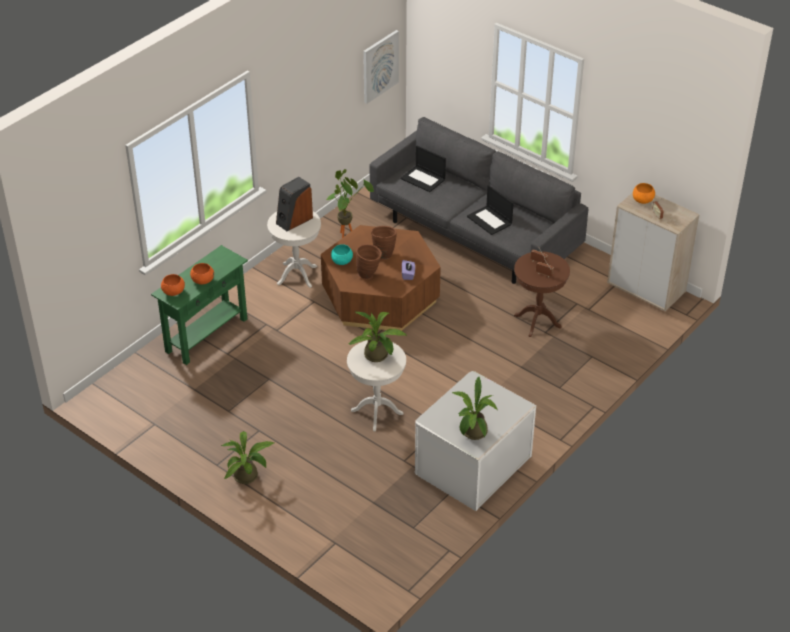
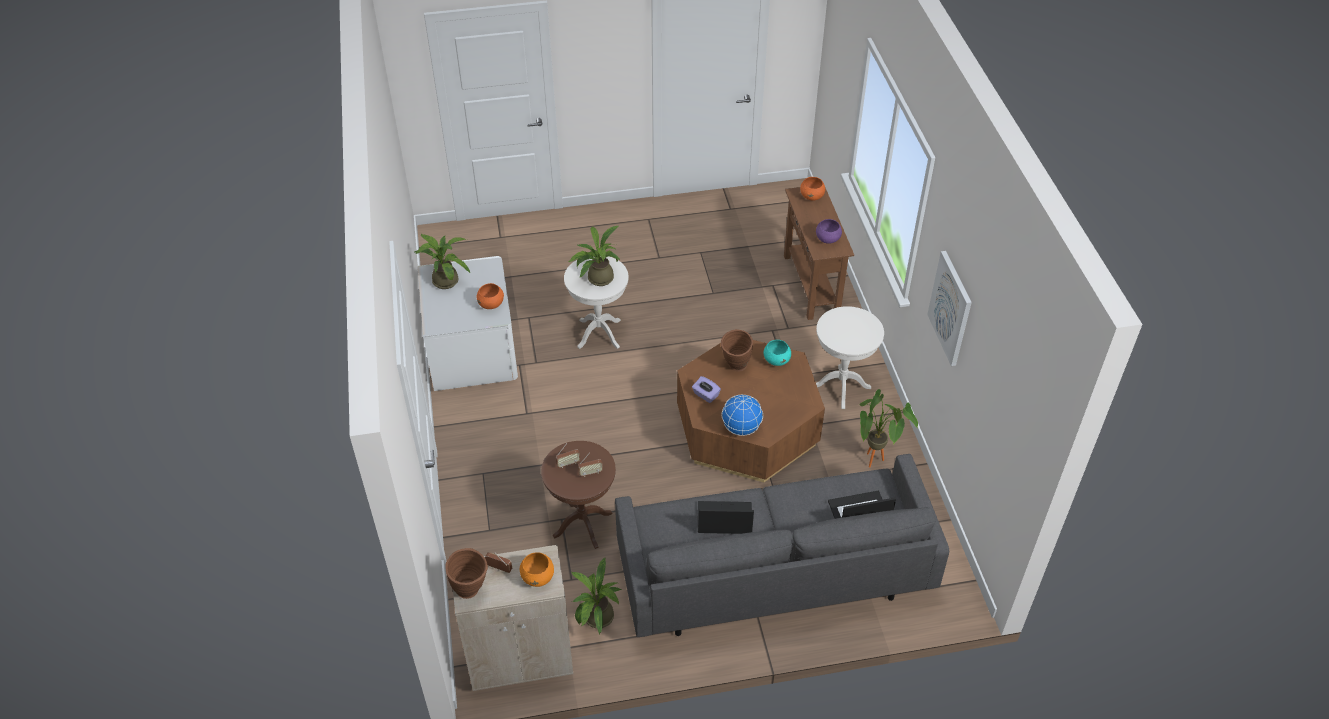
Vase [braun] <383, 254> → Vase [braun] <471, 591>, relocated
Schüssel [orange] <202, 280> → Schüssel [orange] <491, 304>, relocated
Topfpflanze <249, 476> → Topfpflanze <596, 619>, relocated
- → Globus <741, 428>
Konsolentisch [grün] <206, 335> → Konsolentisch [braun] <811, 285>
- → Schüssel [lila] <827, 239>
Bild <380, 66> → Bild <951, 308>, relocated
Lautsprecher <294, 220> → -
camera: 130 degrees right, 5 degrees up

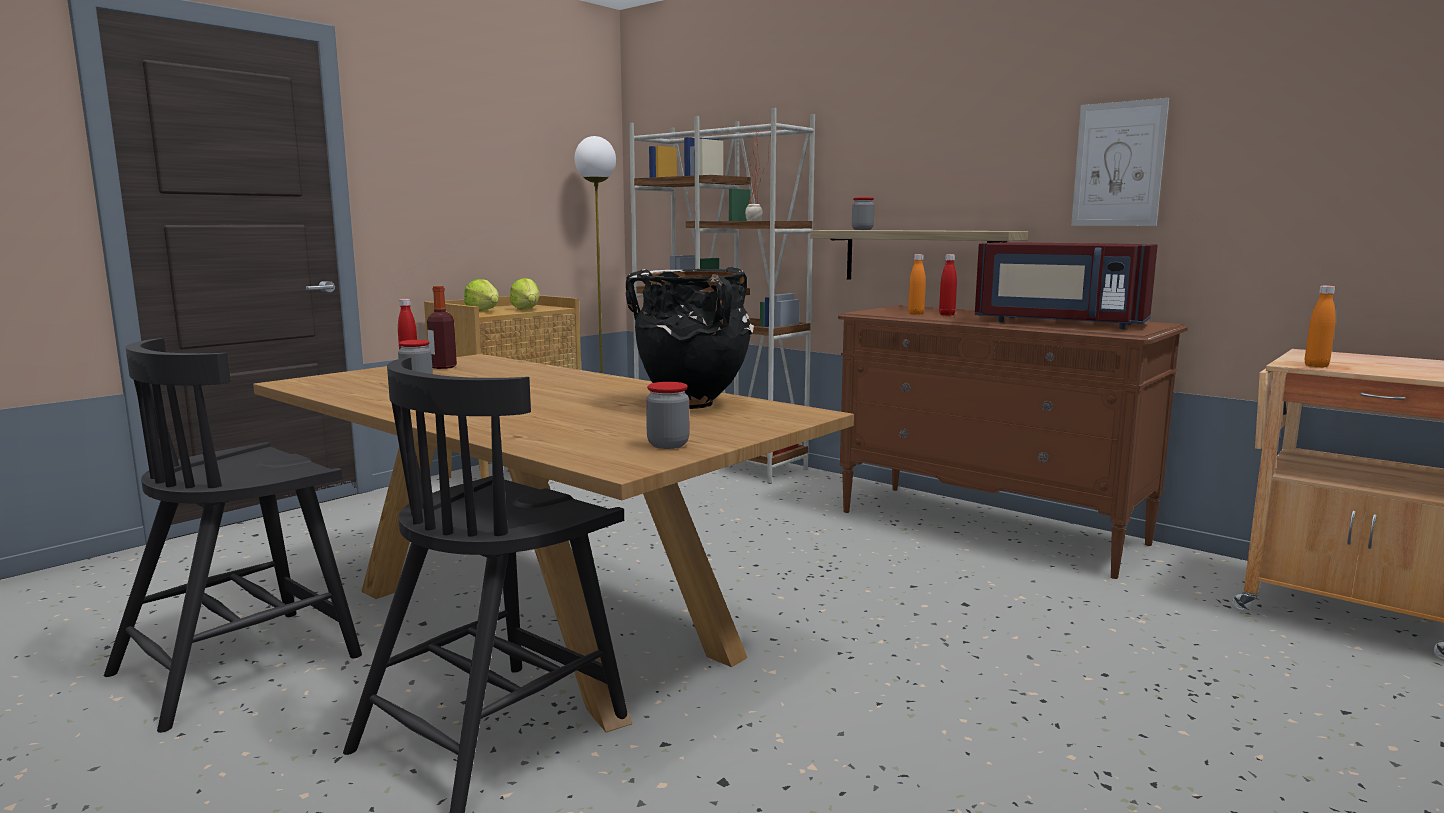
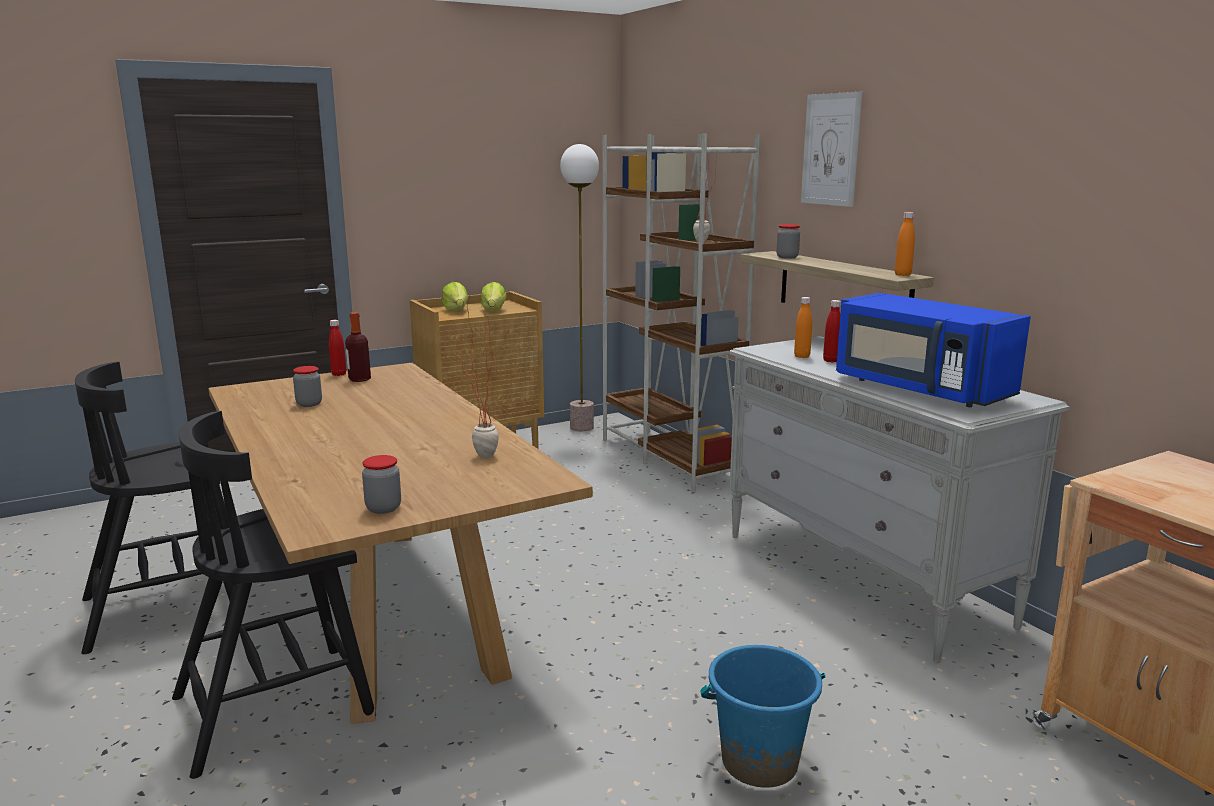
Vase [schwarz] <694, 405> → Topfpflanze <477, 456>
- → Eimer [blau] <759, 762>
Kommode [braun] <990, 528> → Kommode [weiß] <861, 579>
Bild <1118, 164> → Bild <830, 149>, relocated
Mikrowelle [rot] <1059, 323> → Mikrowelle [blau] <918, 389>
Flasche [orange] <1316, 366> → Flasche [orange] <902, 275>, relocated
camera: 20 degrees right, 5 degrees up

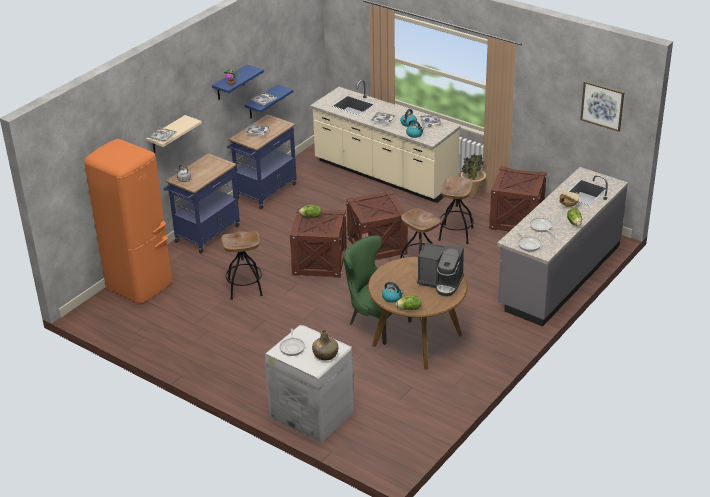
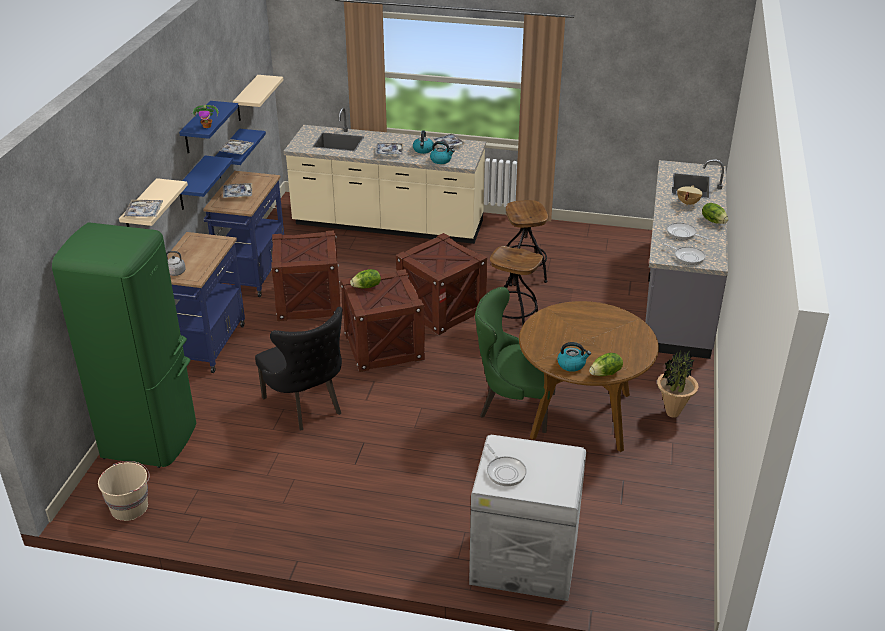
Kühlschrank [orange] <141, 285> → Kühlschrank [grün] <153, 439>
- → Eimer [beige] <130, 507>
- → Wandregal [blau] <191, 184>
- → Wandregal [beige] <246, 99>
Hocker [braun] <244, 288> → Stuhl [schwarz] <306, 405>
Kiste <516, 220> → Kiste <308, 301>, relocated
Topfpflanze <472, 195> → Topfpflanze <672, 413>, relocated
Flasche [grün] <325, 355> → -
Kaffeemaschine <441, 282> → -
Bild <602, 105> → -
camera: 25 degrees left, 0 degrees up

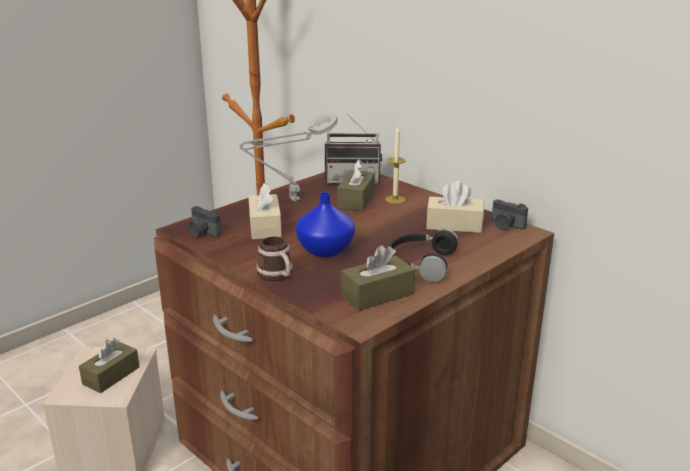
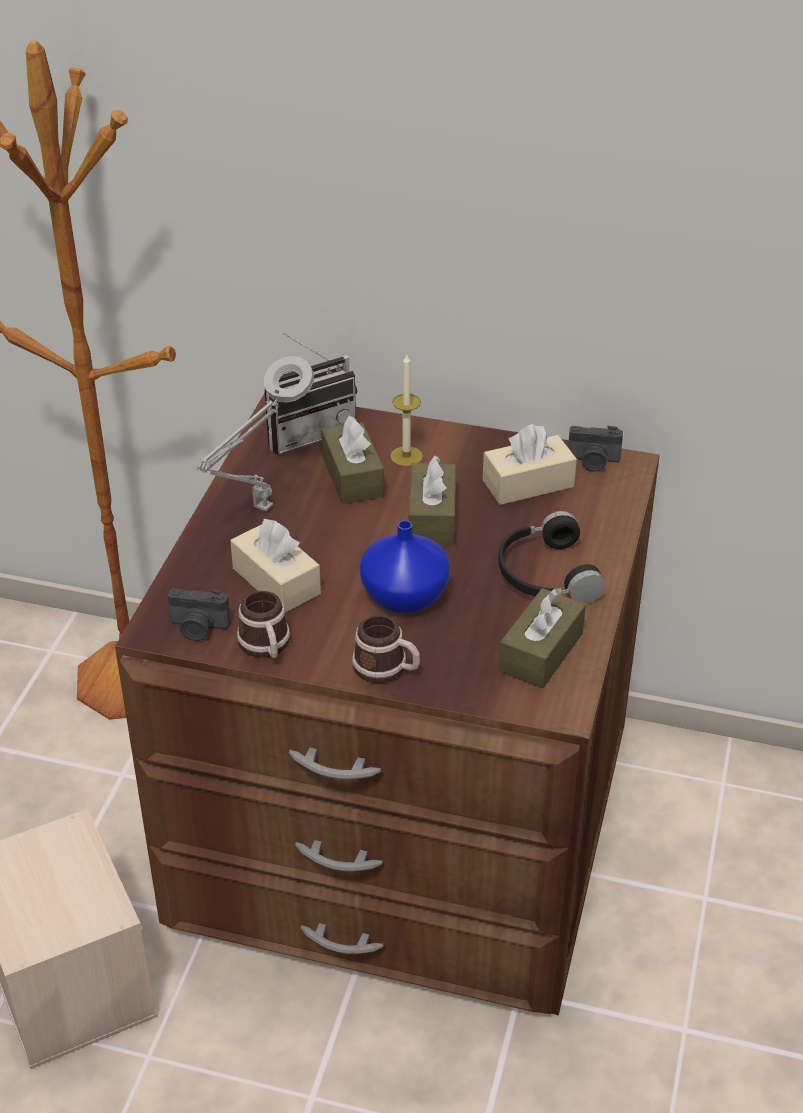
- → Henkelbecher <266, 647>
Taschentuchbox [braun] <111, 375> → Taschentuchbox [braun] <432, 517>, relocated
camera: 30 degrees left, 15 degrees up

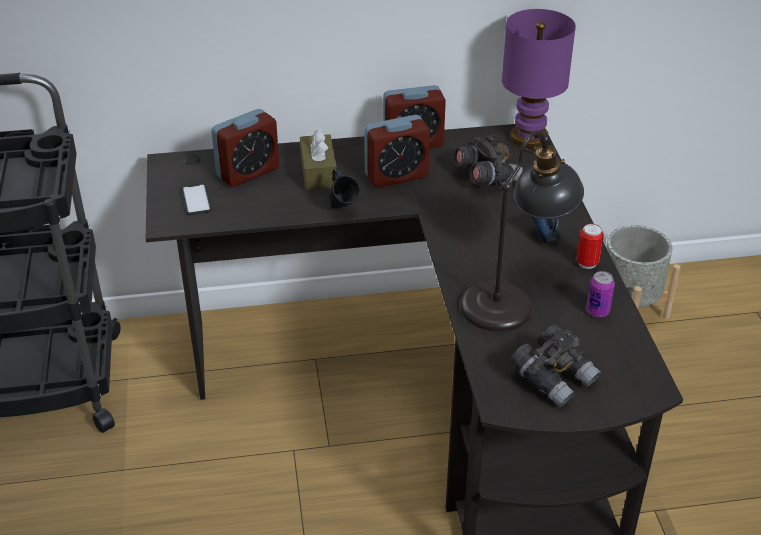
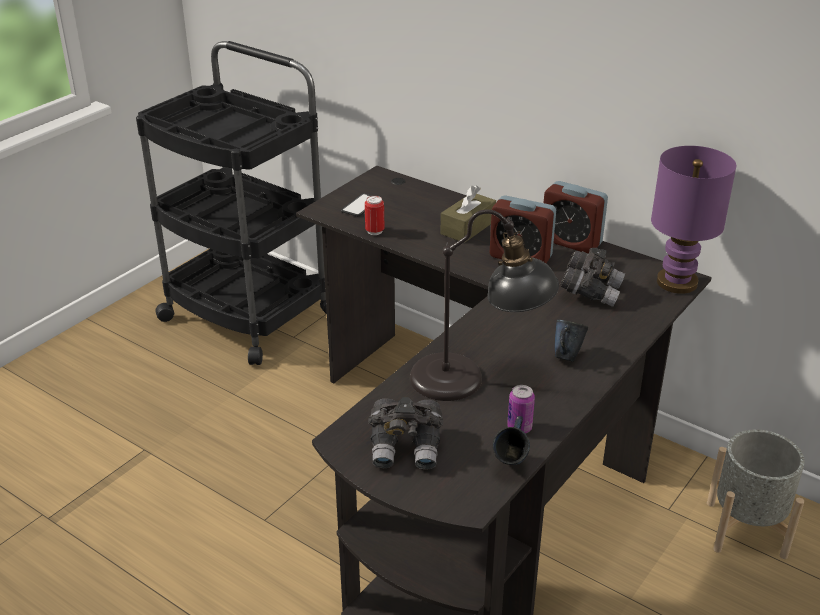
Dose <587, 263> → Dose <374, 231>, relocated
Henkelbecher [blau] <342, 209> → Henkelbecher [blau] <511, 466>, relocated
Wecker <248, 172> → -
camera: 45 degrees right, 5 degrees down

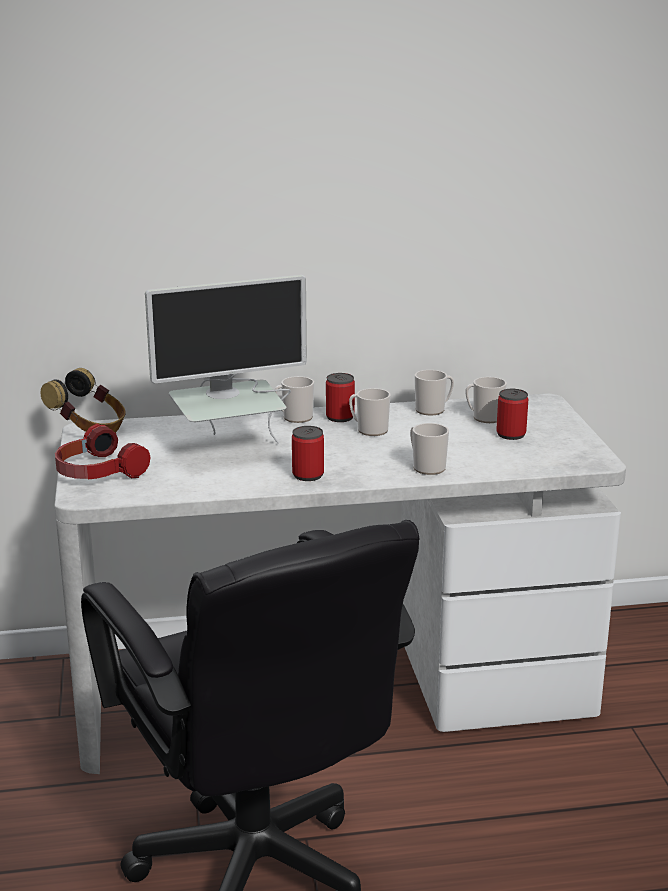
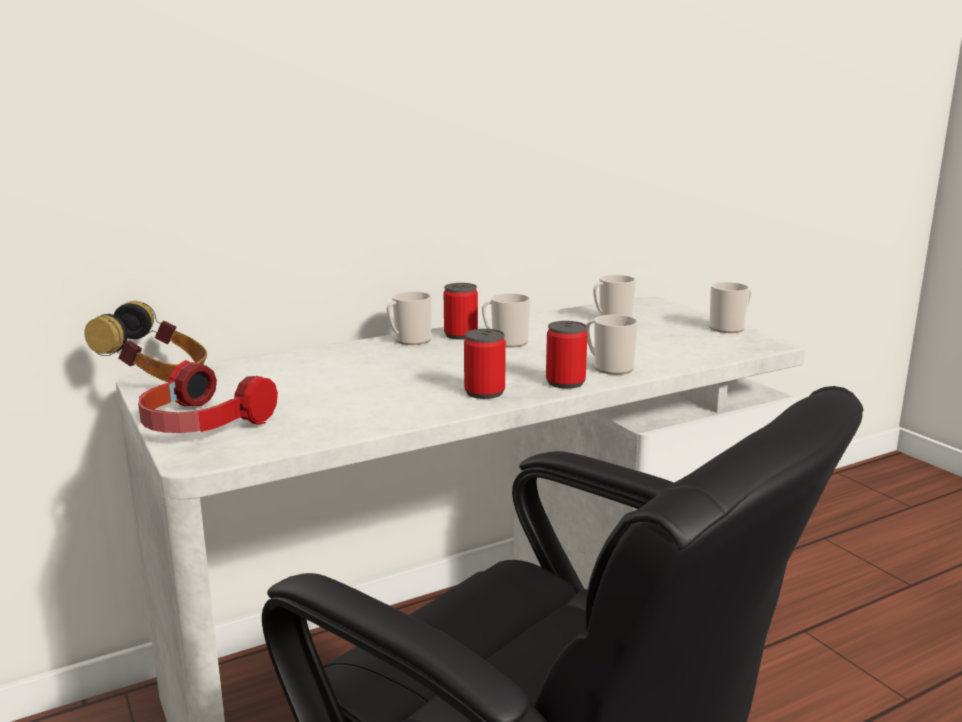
Dose <511, 434> → Dose <565, 382>, relocated
Henkelbecher <433, 410> → Henkelbecher <729, 328>, relocated
Monitor <230, 450> → -
camera: 20 degrees left, 5 degrees down

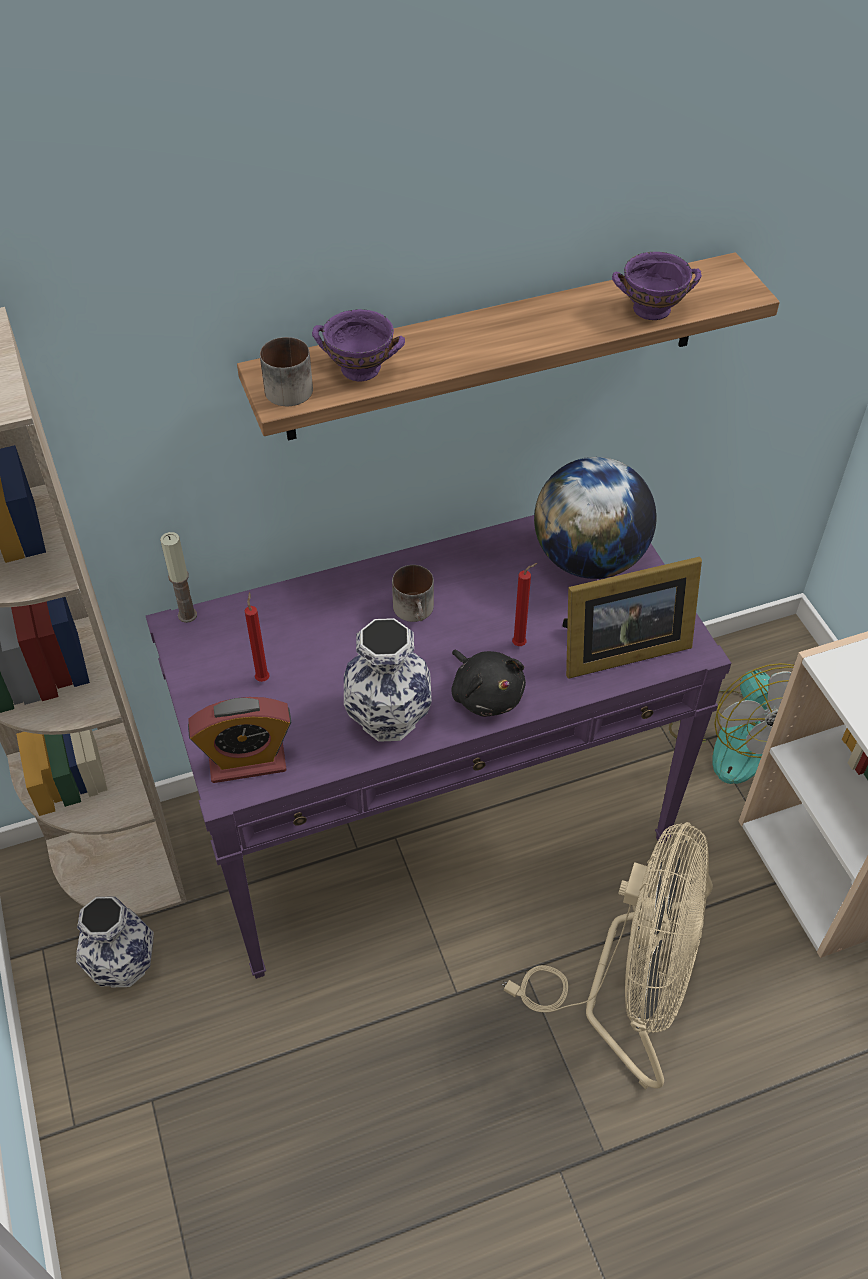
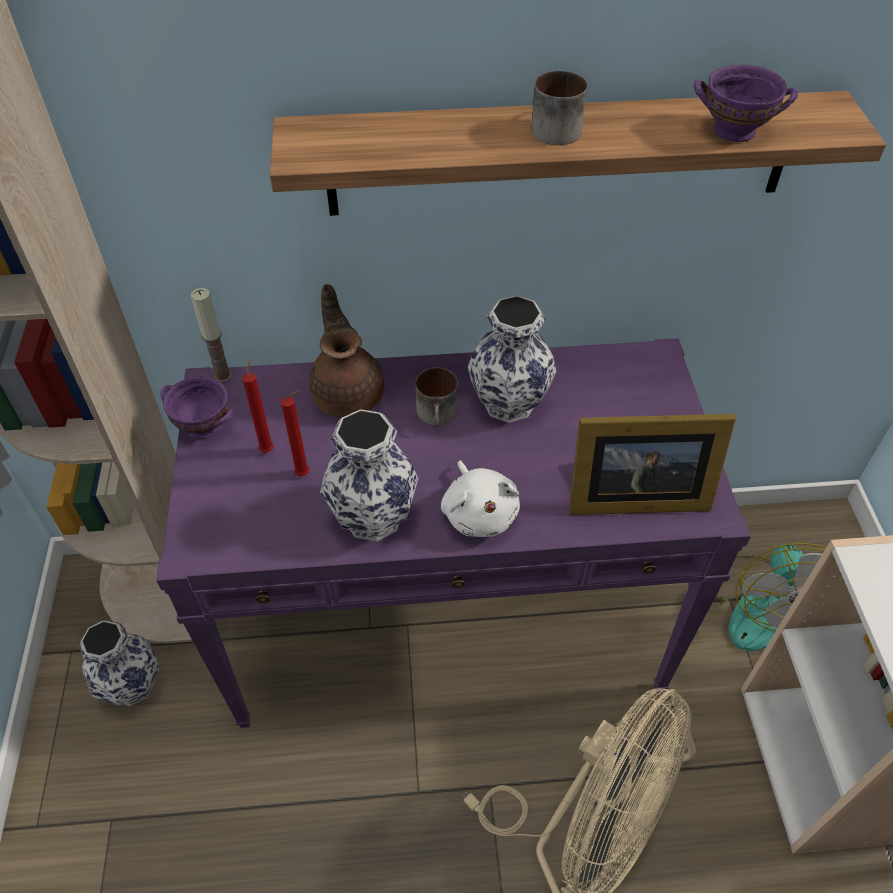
Schüssel [lila] <361, 370> → Schüssel [lila] <204, 427>, relocated
Kerze [rot] <521, 644> → Kerze [rot] <305, 474>, relocated
- → Teekanne [braun] <348, 392>
Plüschtier [schwarz] <486, 694> → Plüschtier [weiß] <479, 513>
- → Vase <508, 404>
Henkelbecher <287, 386> → Henkelbecher <555, 127>, relocated
Wecker <247, 761> → -
Globus <589, 559> → -
camera: 15 degrees right, 0 degrees up

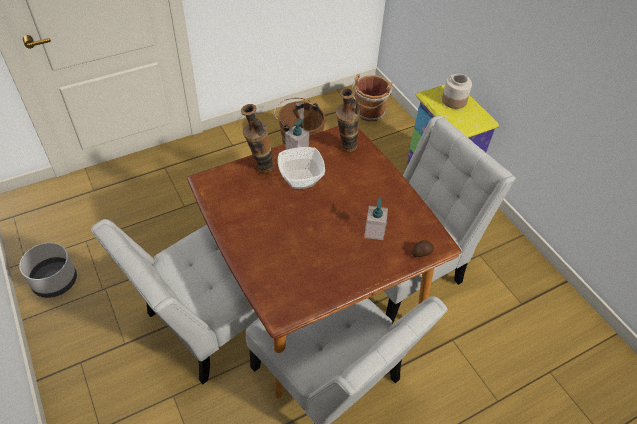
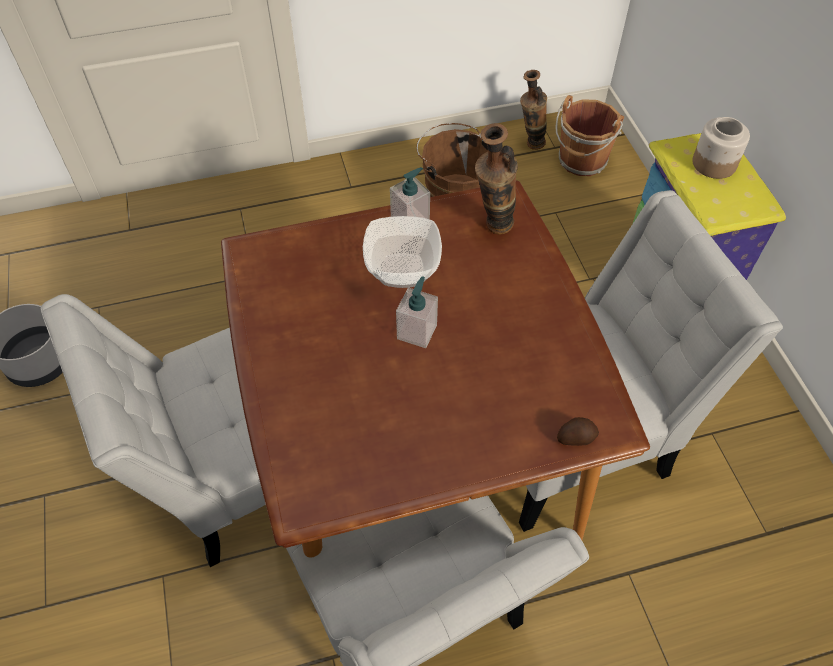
Seifenspender <374, 231> → Seifenspender <417, 331>, relocated
Vase <260, 169> → Vase <529, 145>, relocated
camera: 15 degrees right, 5 degrees up

